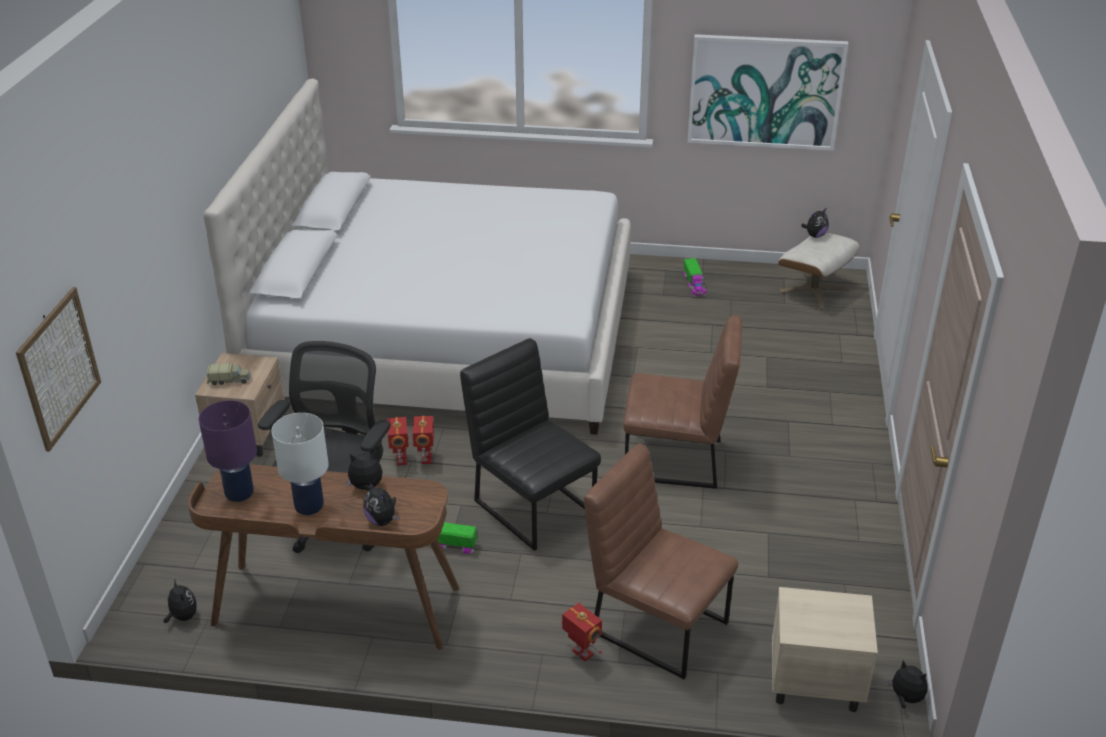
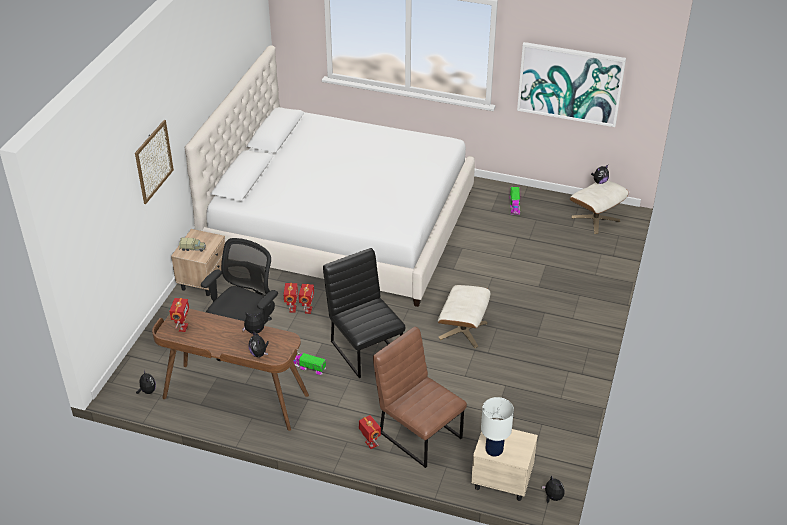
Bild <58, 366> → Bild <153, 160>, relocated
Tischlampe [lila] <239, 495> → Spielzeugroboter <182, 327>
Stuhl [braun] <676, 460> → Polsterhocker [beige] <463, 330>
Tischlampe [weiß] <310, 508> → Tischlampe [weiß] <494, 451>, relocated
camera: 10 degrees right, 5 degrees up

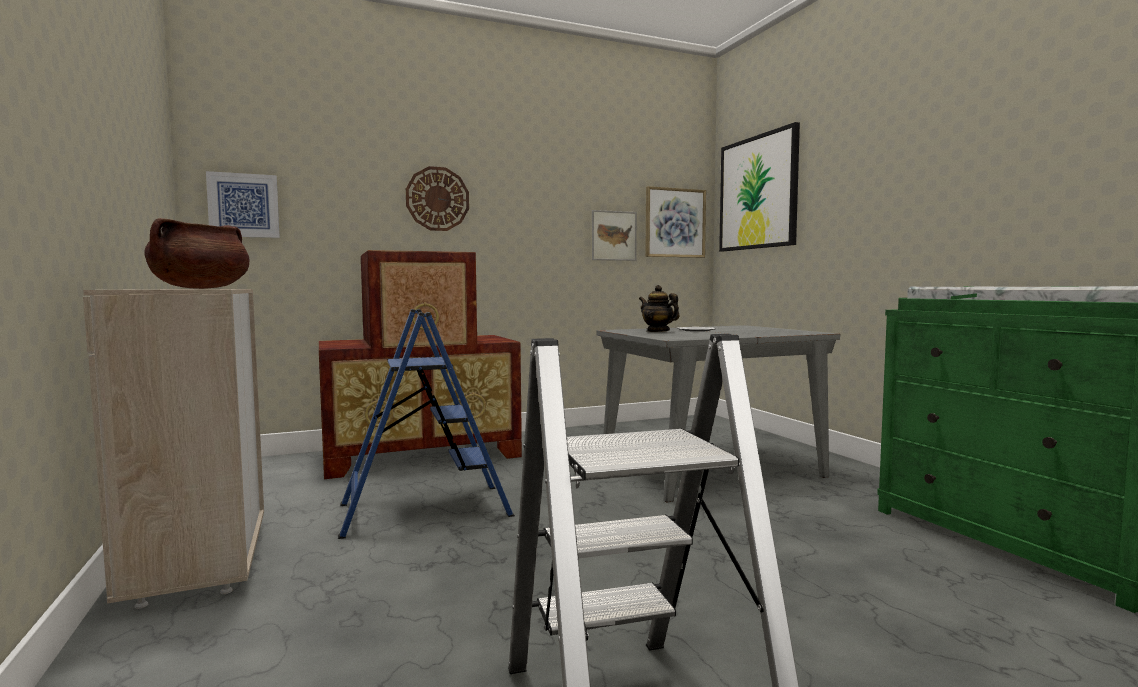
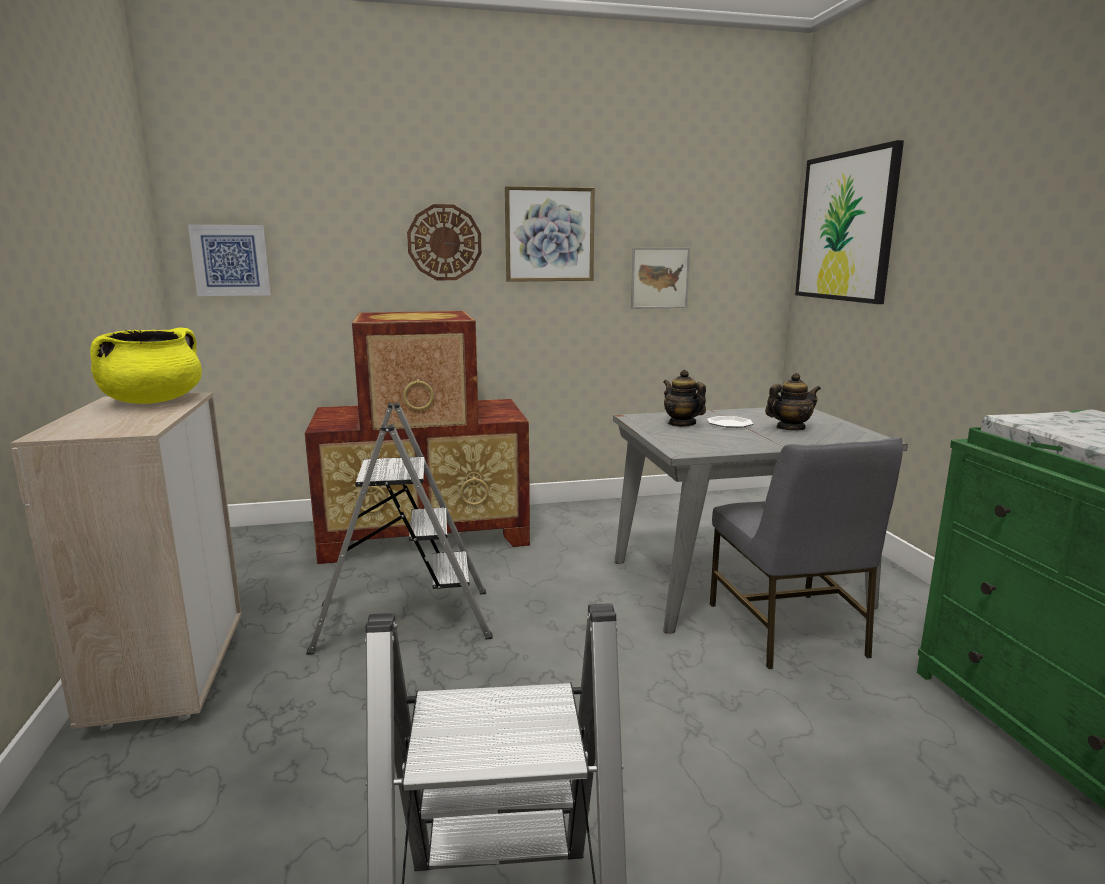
Kochtopf [braun] <201, 288> → Kochtopf [gelb] <153, 401>
Trittleiter [blau] <422, 509> → Trittleiter [grau] <401, 619>
Bild <675, 223> → Bild <549, 234>, relocated
- → Stuhl [grau] <788, 630>
- → Teekanne <790, 428>
camera: 10 degrees right, 10 degrees up

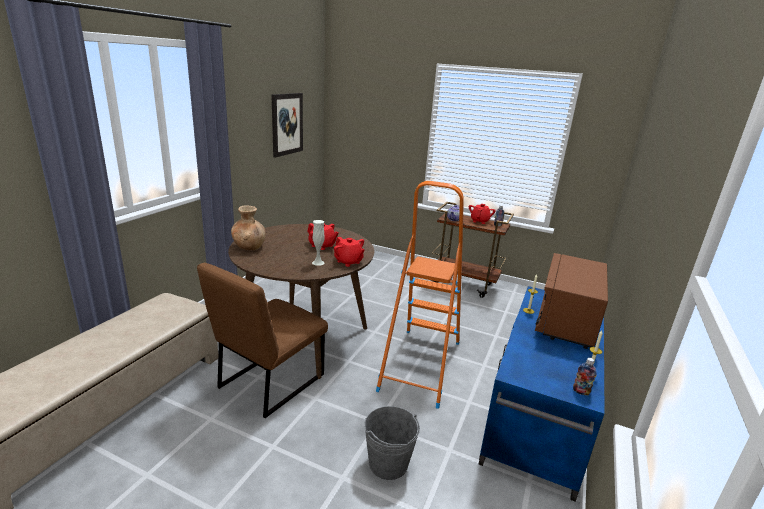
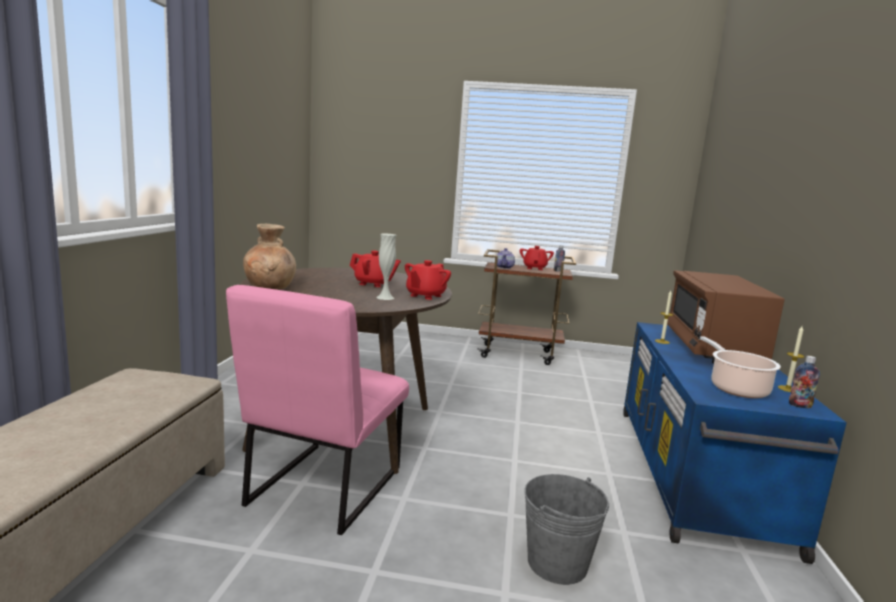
Stuhl [braun] <269, 382> → Stuhl [rosa] <322, 487>
Teekanne [rot] <348, 262> → Teekanne [rot] <425, 296>, 90 degrees clockwise
- → Kochtopf <736, 388>
Bild <287, 124> → -
Trittleiter [orange] <421, 364> → -
camera: 15 degrees left, 10 degrees down

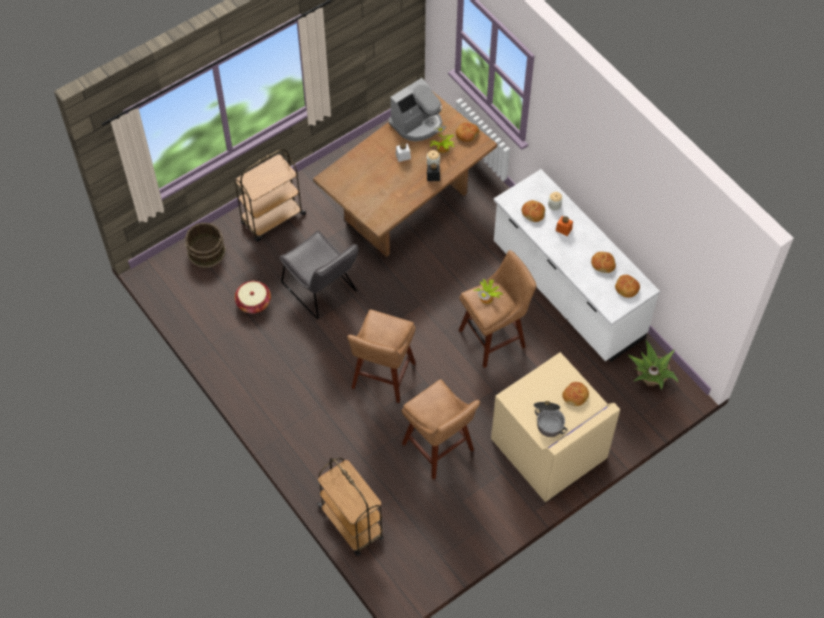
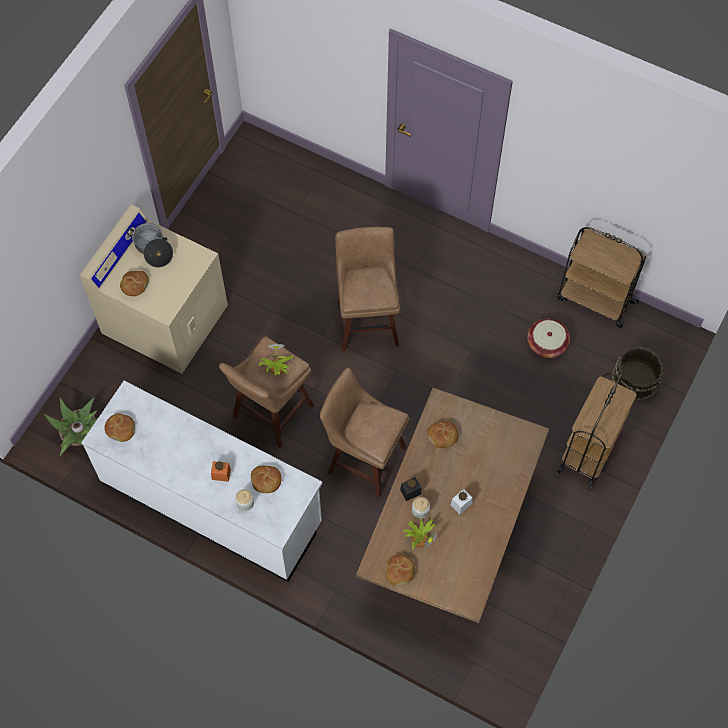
Hocker [braun] <439, 449> → Hocker [braun] <364, 458>, relocated
Brot <603, 264> → Brot <442, 436>, relocated
Rollwagen [braun] <351, 524> → Rollwagen [braun] <594, 300>, relocated
Stuhl [grau] <322, 290> → -
Kaffeemaschine <417, 123> → -
camera: 155 degrees right, 5 degrees up

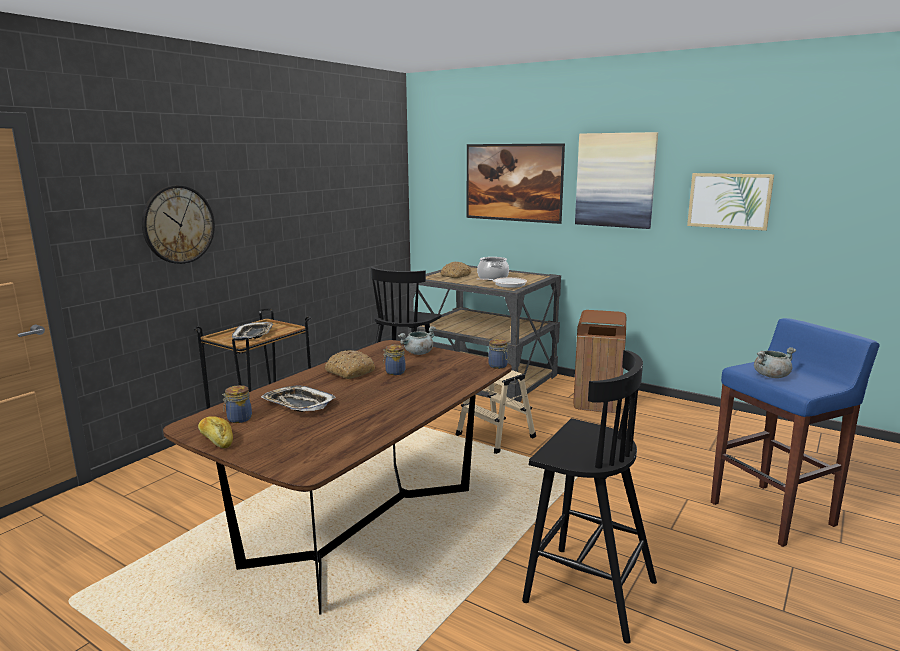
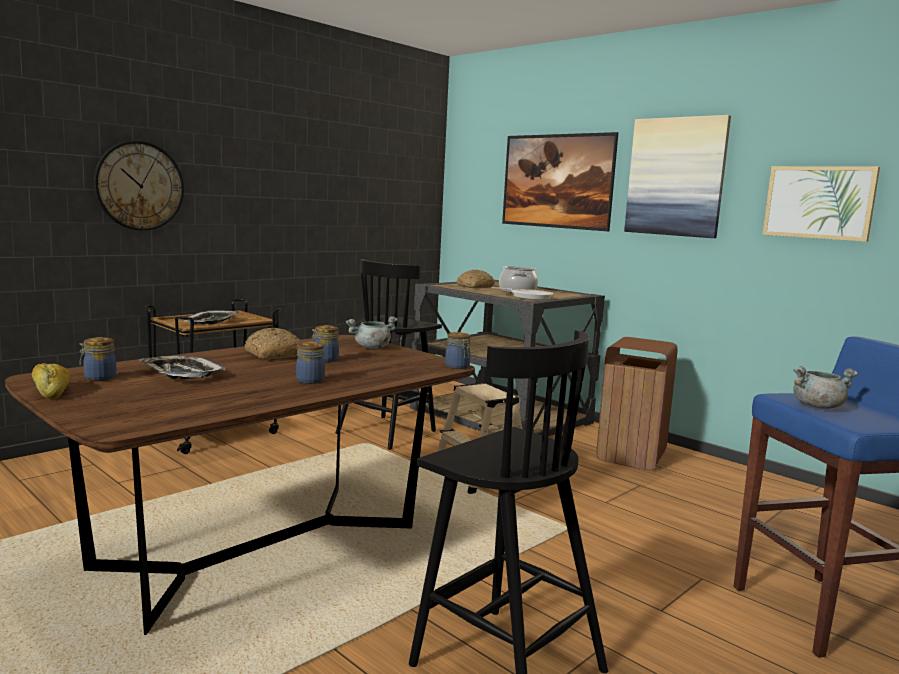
- → Vorratsglas <311, 380>
camera: 10 degrees right, 5 degrees down

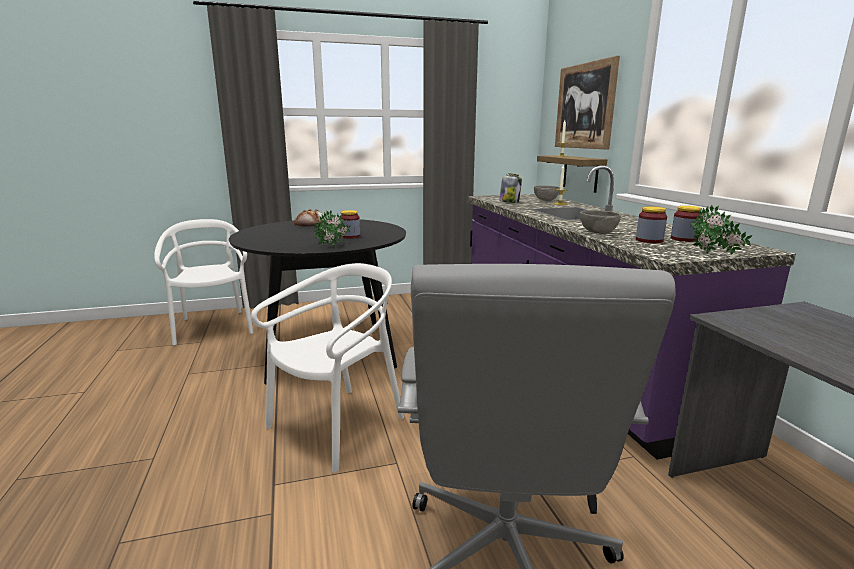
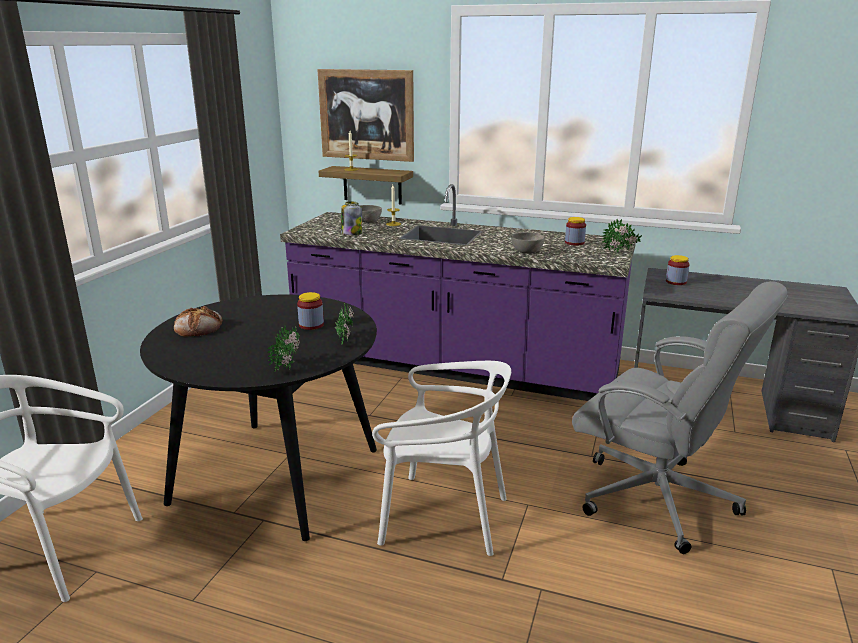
- → Topfpflanze <289, 367>
Stuhl [weiß] <337, 425> → Stuhl [weiß] <443, 517>, 120 degrees clockwise
Vorratsglas <649, 240> → Vorratsglas <676, 282>, relocated
camera: 55 degrees left, 5 degrees up

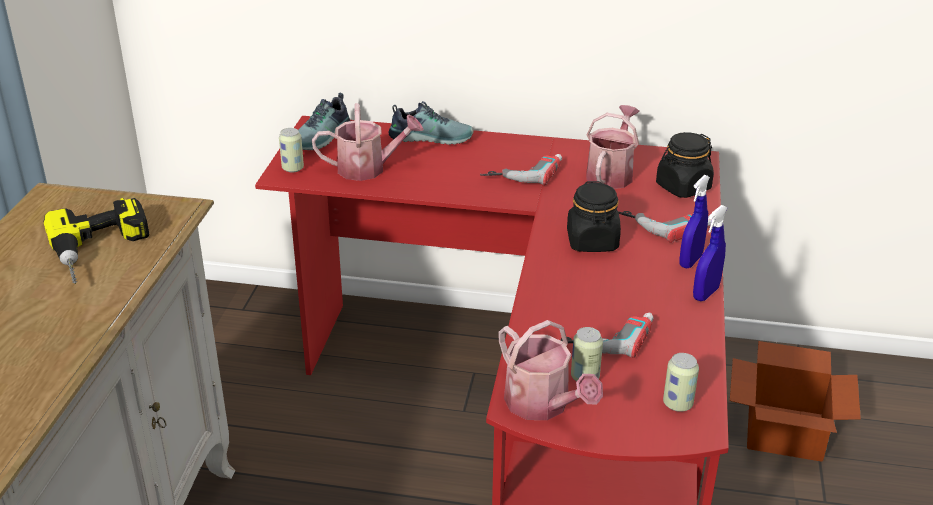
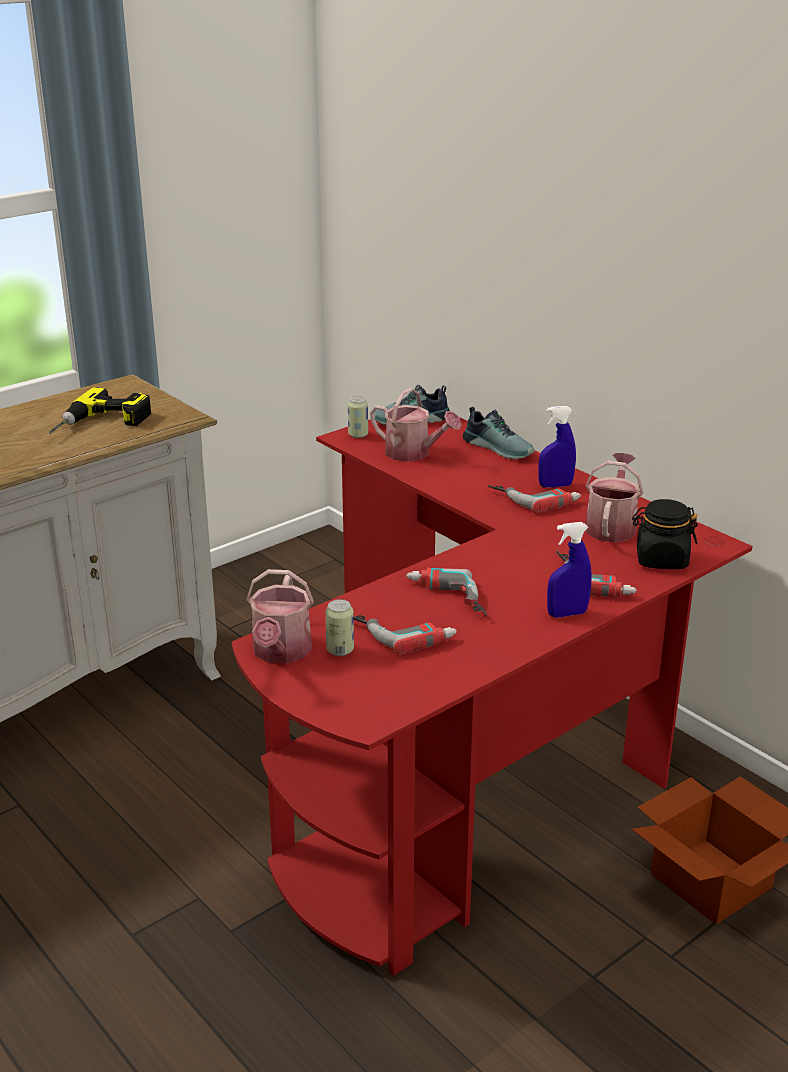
- → Bohrmaschine <445, 600>
Sprühflasche [blau] <705, 294> → Sprühflasche [blau] <555, 485>, relocated
Gießkanne <611, 173> → Gießkanne <611, 526>, 45 degrees counterclockwise
Vorratsglas [schwarz] <592, 242> → -
Dose <677, 404> → -
camera: 40 degrees right, 5 degrees down

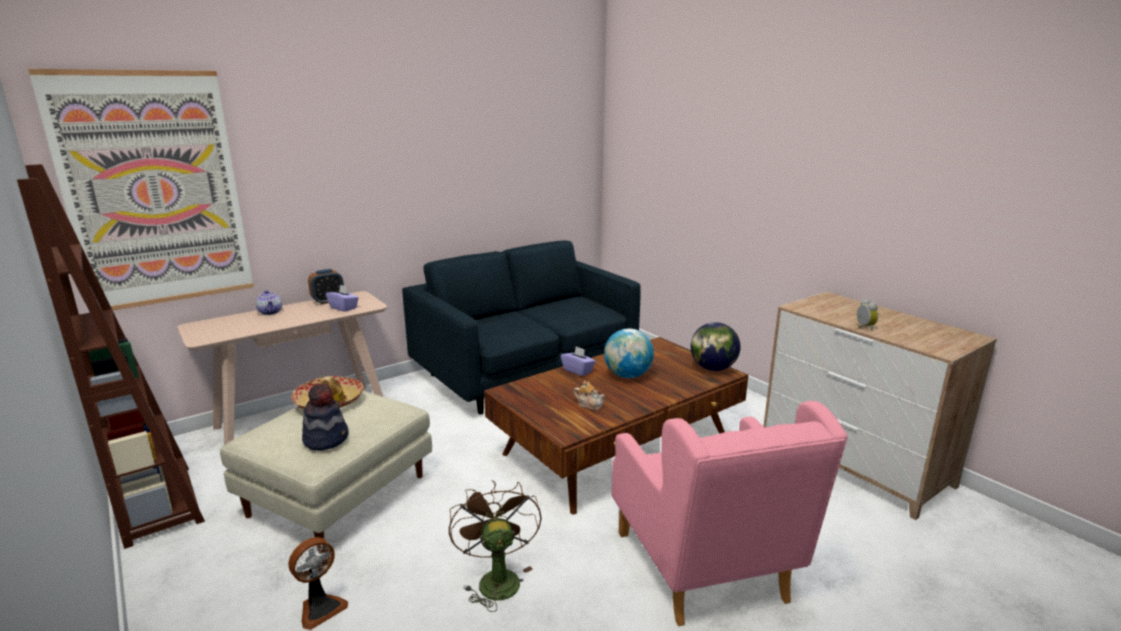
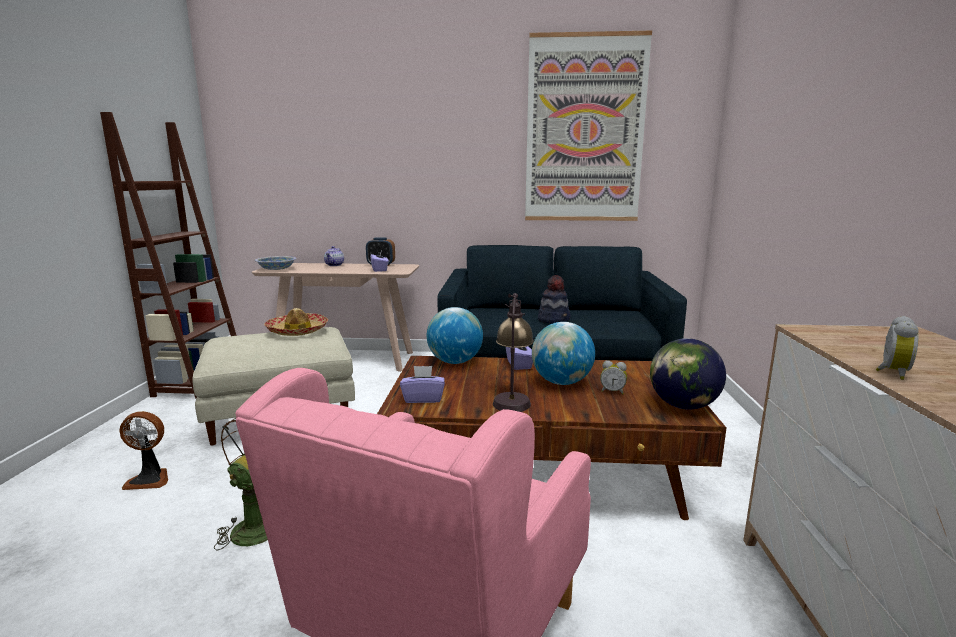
- → Schüssel <276, 269>
- → Taschentuchbox [lila] <423, 398>
- → Globus <455, 362>
- → Tischlampe <512, 398>
Bild <154, 191> → Bild <585, 130>, relocated
Hut <326, 439> → Hut <554, 319>, relocated
- → Wecker <612, 391>
Teekanne <589, 405> → -
camera: 40 degrees right, 5 degrees down

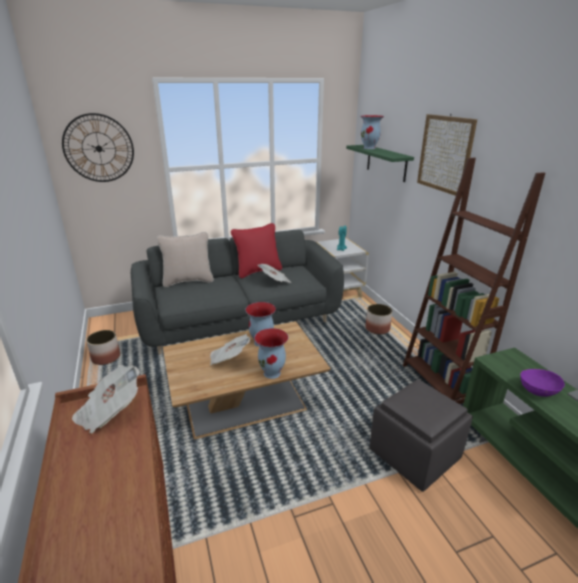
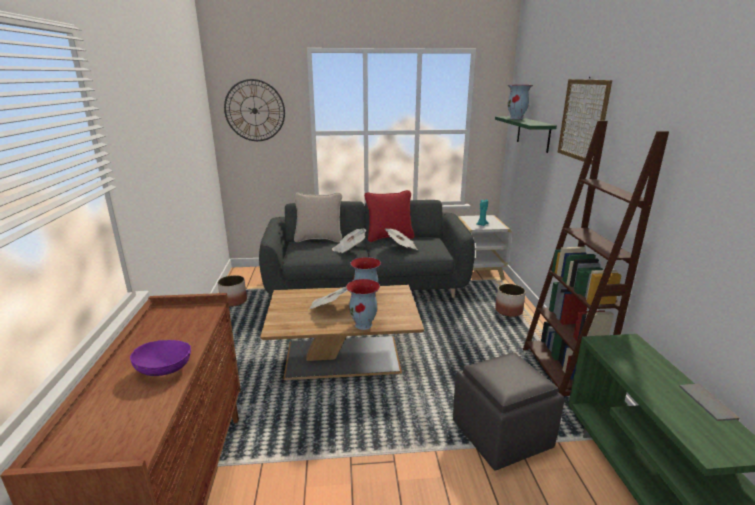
Schüssel [lila] <538, 390> → Schüssel [lila] <165, 369>, relocated
Zeitung <109, 411> → Zeitung <349, 249>, relocated
camera: 15 degrees right, 5 degrees down

